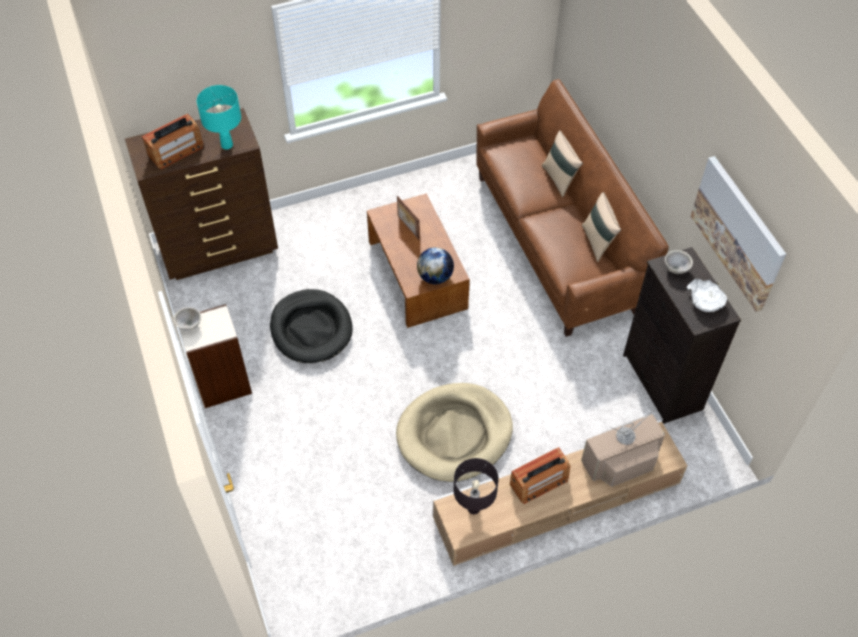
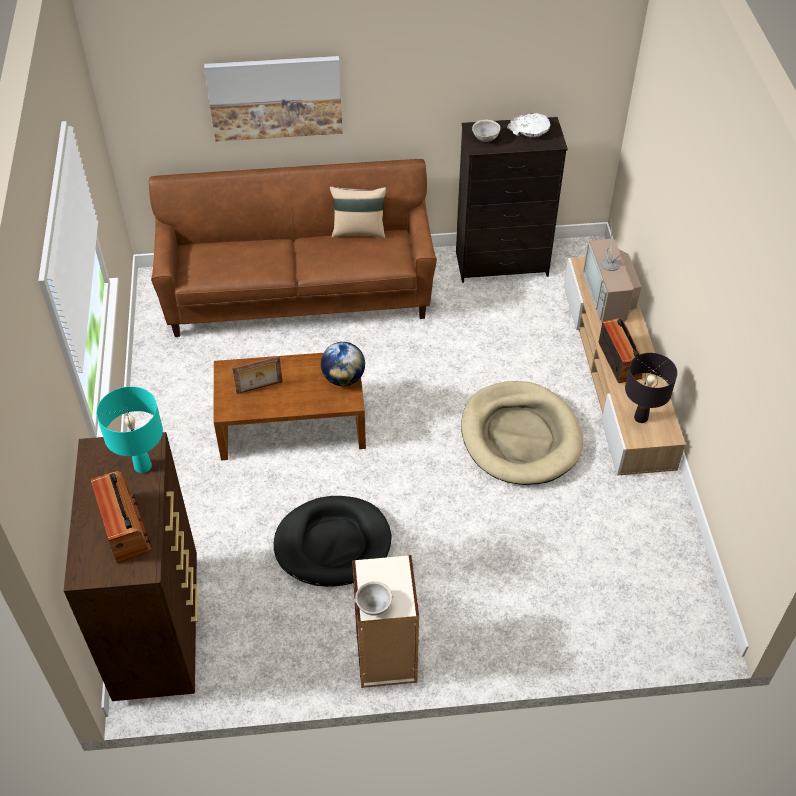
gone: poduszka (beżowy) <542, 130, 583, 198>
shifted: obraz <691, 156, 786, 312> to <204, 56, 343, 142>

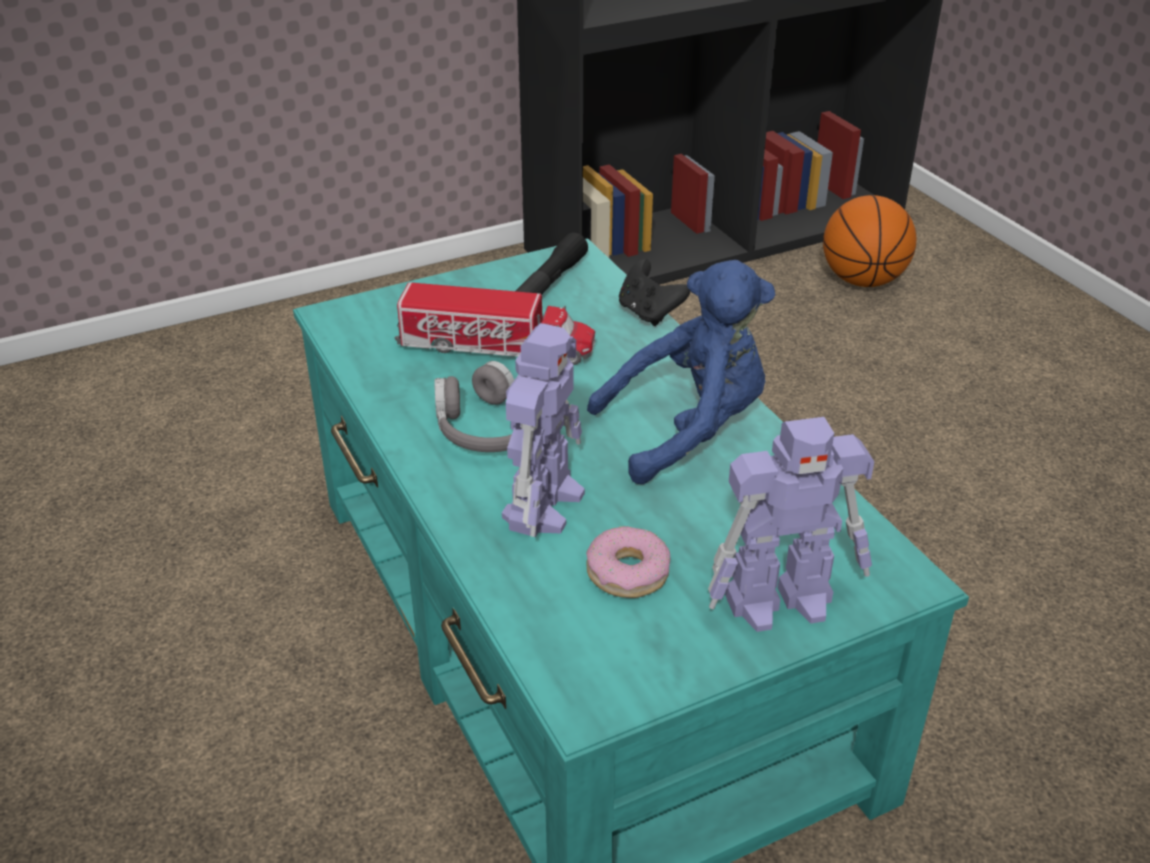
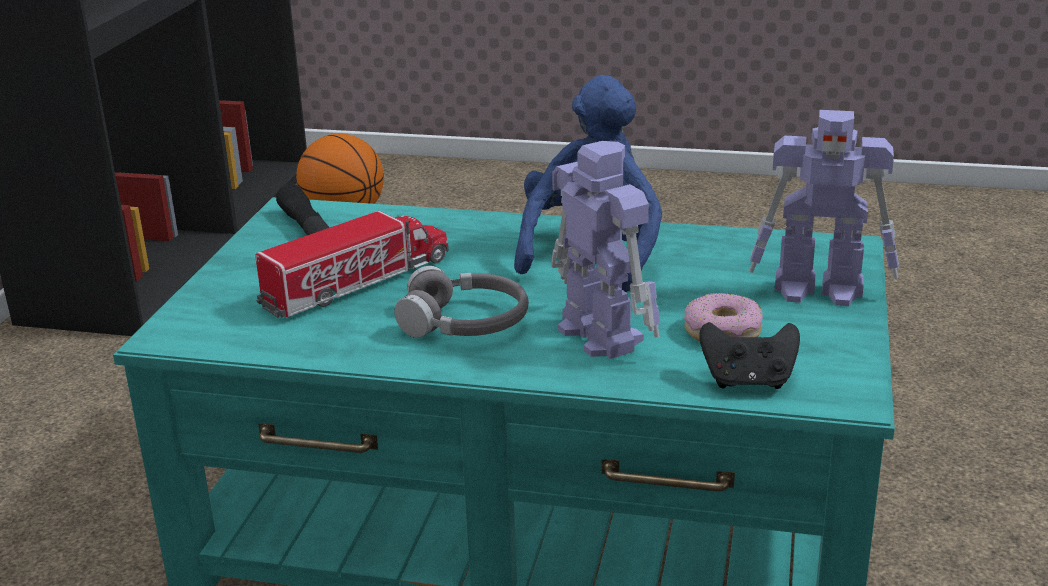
shifted: pad do gier (czarny) <619, 259, 690, 326> to <699, 322, 800, 389>
rotated: robot zabawkowy <708, 417, 874, 632> = <749, 110, 899, 306> 75 degrees clockwise

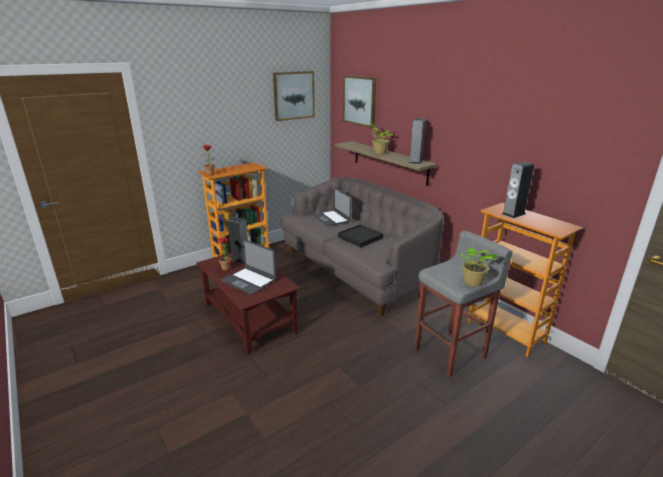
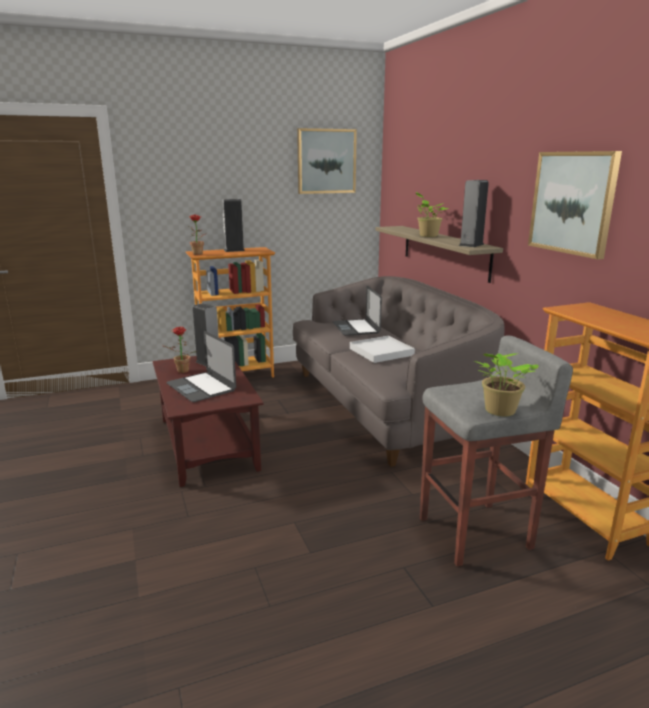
shifted: obraz <343, 75, 376, 128> to <528, 151, 622, 259>; głośnik <502, 162, 534, 218> to <222, 199, 245, 252>
repainted: taca (czarny) <338, 225, 383, 248> to taca (biały) <350, 336, 415, 363>

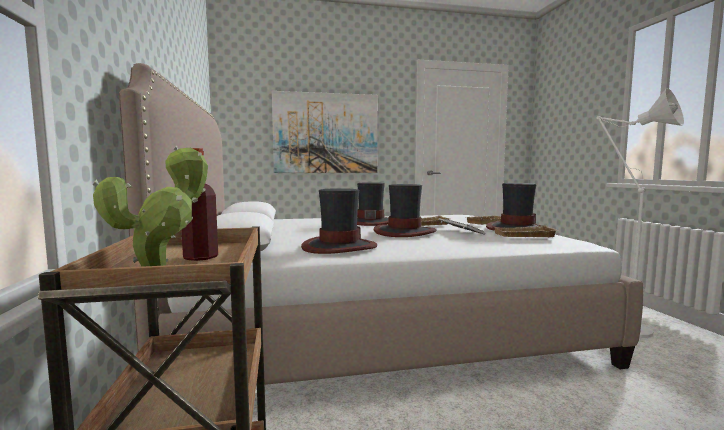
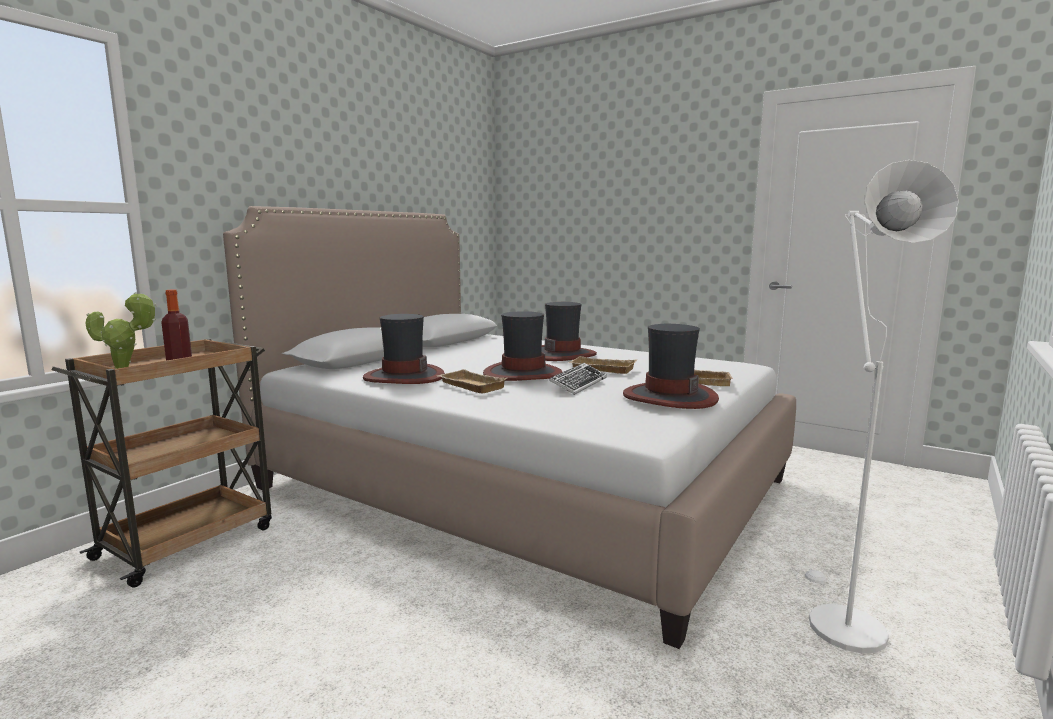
gone: obraz <272, 91, 378, 173>
shifted: taca (beżowy) <494, 225, 558, 237> to <437, 369, 507, 393>

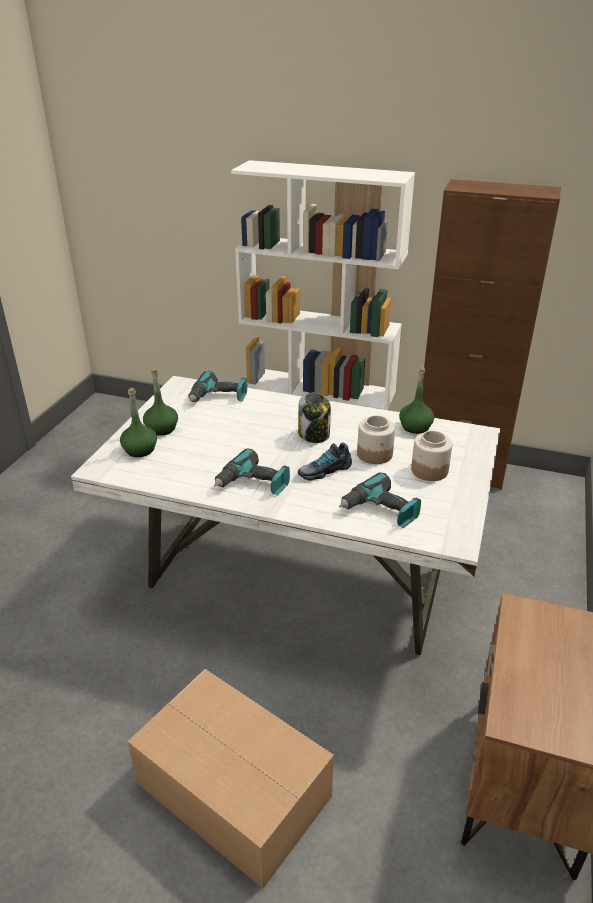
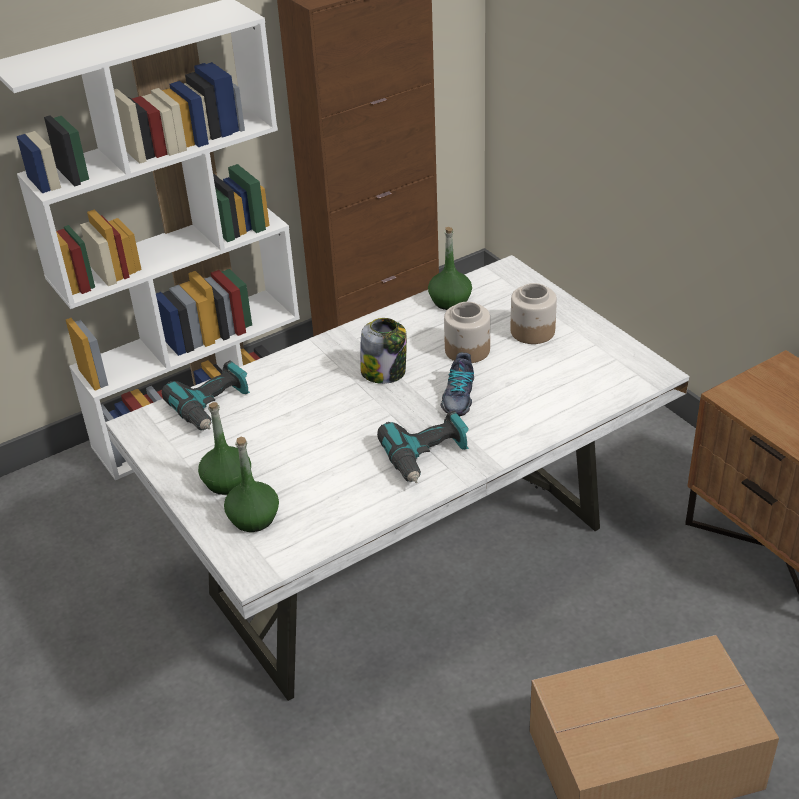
gone: wiertarka <339, 472, 421, 528>

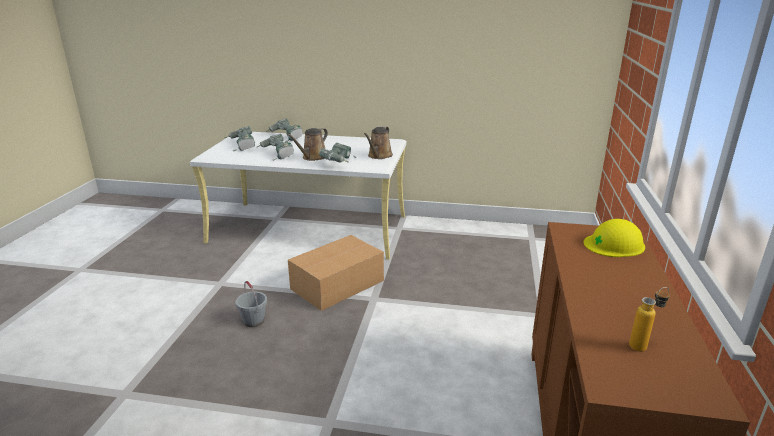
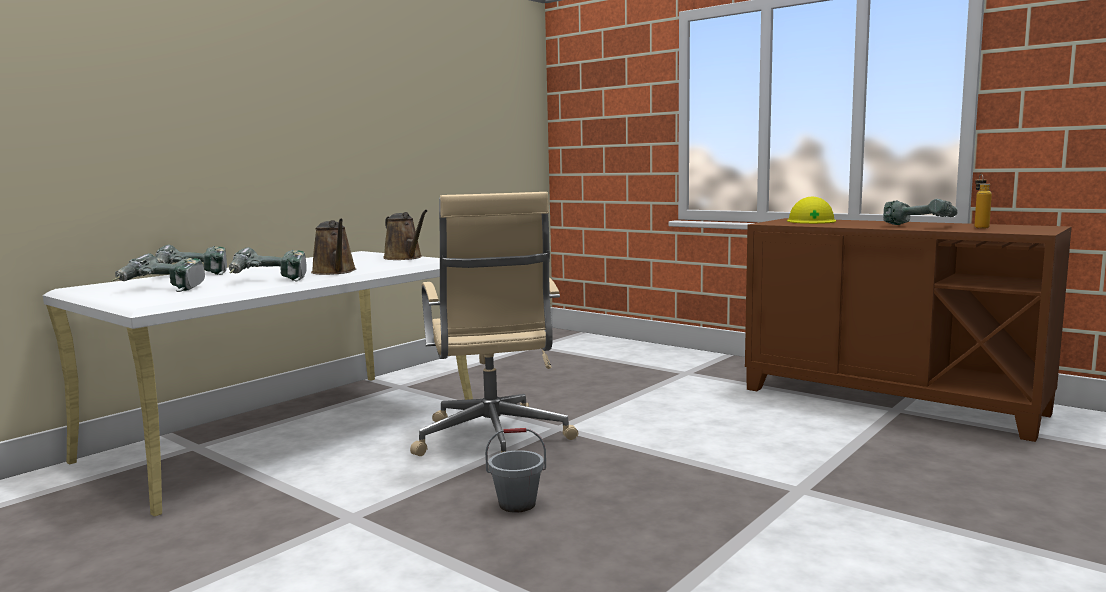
shifted: wiertarka <319, 143, 356, 163> to <883, 199, 958, 225>
swapped: karton <288, 235, 384, 311> to krzesło biurowe (beżowy) <410, 192, 578, 456>

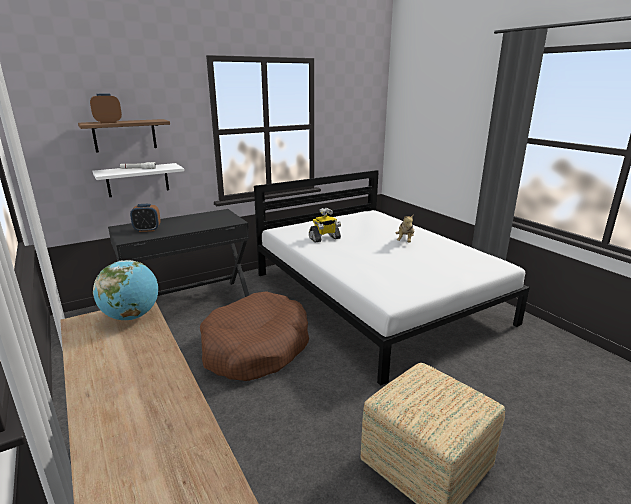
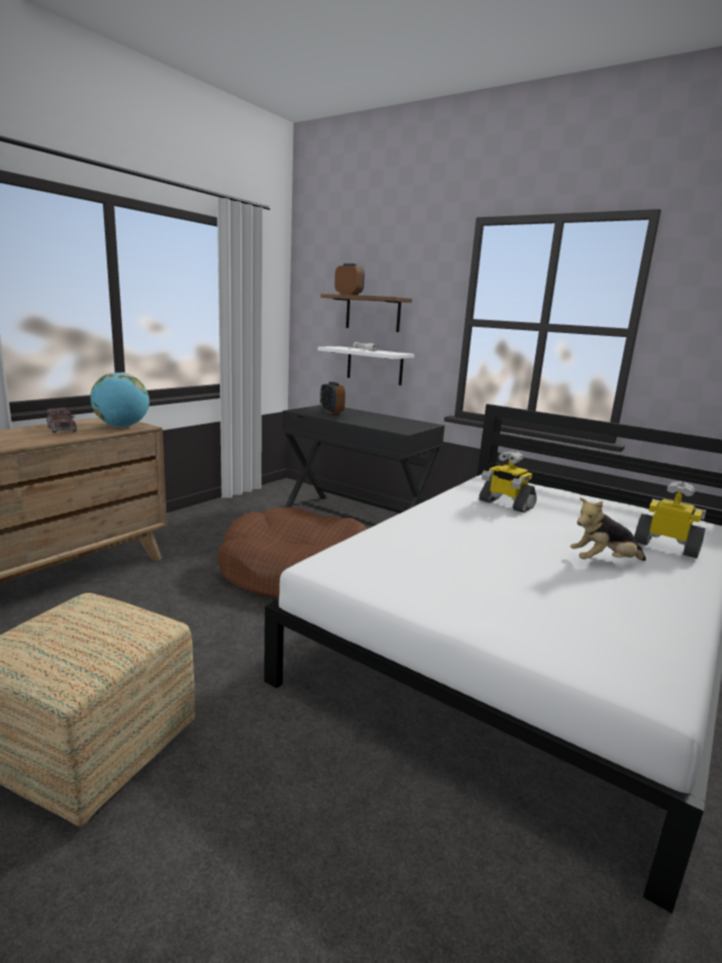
new: ciężarówka zabawkowa <46, 407, 77, 433>; robot zabawkowy <634, 481, 706, 558>

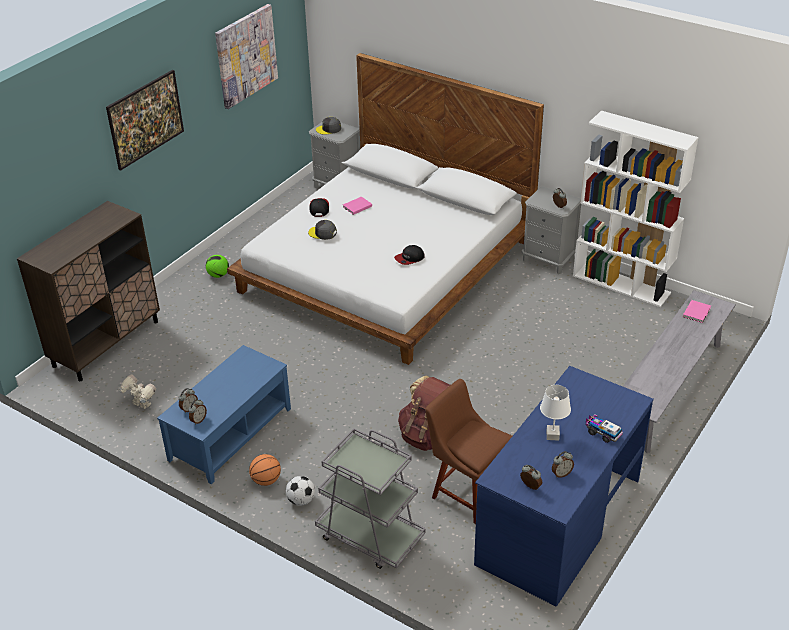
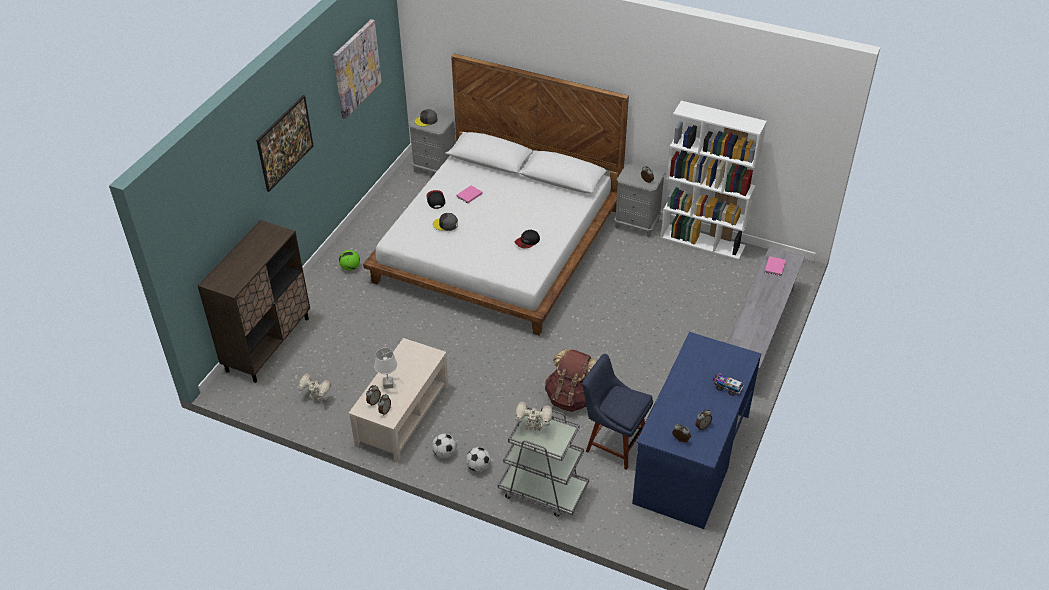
new: robot zabawkowy <515, 402, 552, 431>
shifted: lampa stołowa (biały) <540, 385, 571, 441> to <374, 348, 398, 389>
swapped: piłka do koszykówki <249, 454, 281, 486> to piłka futbolowa <432, 434, 456, 458>
repainted: ława (niebieski) <157, 345, 291, 484> to ława (beżowy) <349, 338, 449, 462>; krzesło (brązowy) <425, 379, 512, 524> to krzesło (niebieski) <582, 354, 653, 470>

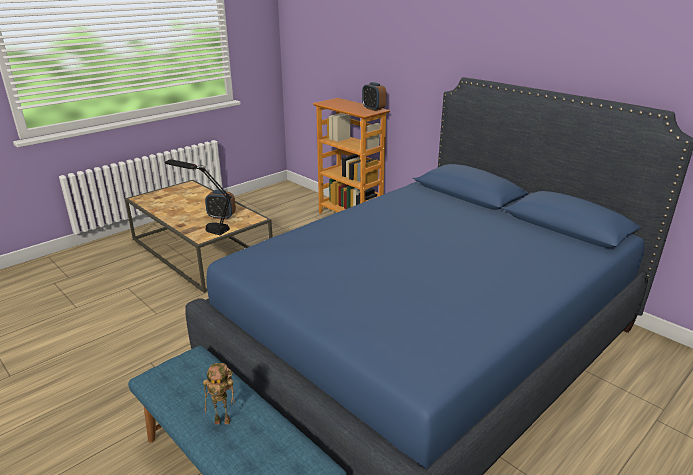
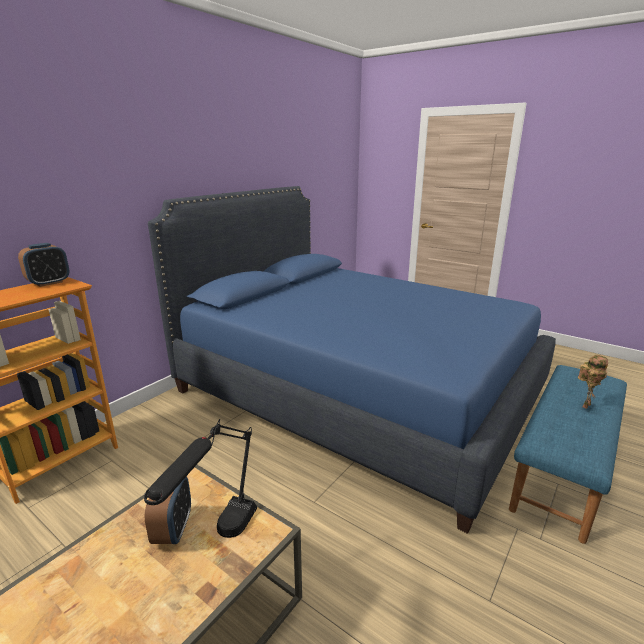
rotated: robot zabawkowy <203, 363, 235, 424> = <578, 355, 608, 409> 60 degrees clockwise

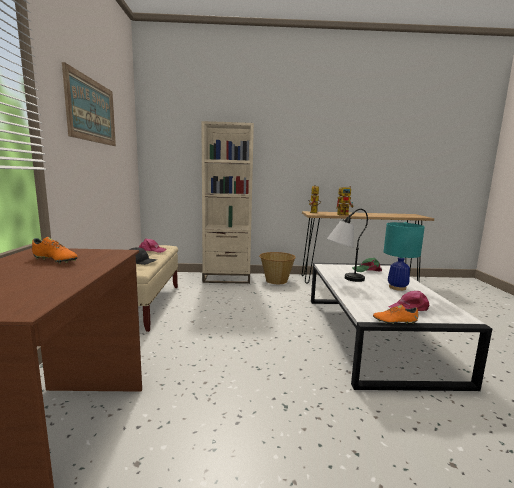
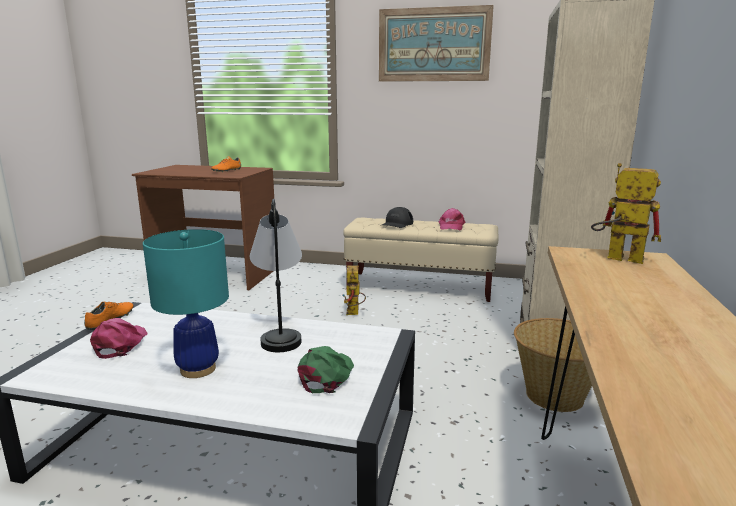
shifted: robot zabawkowy <336, 186, 354, 216> to <342, 265, 366, 315>

